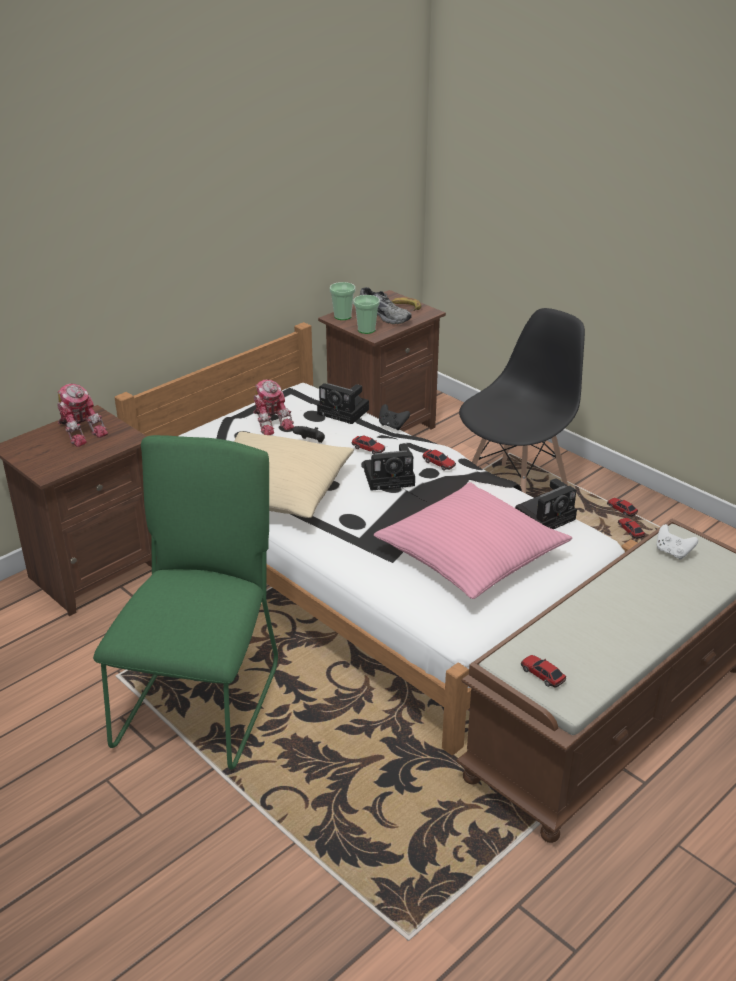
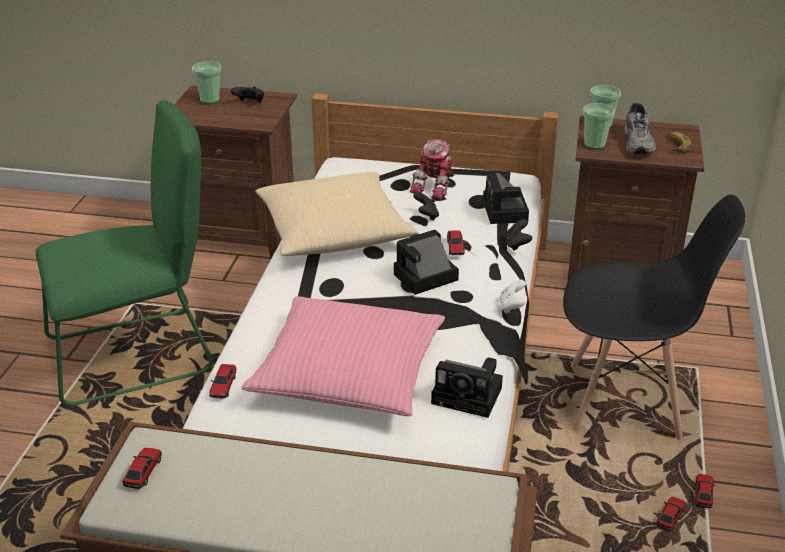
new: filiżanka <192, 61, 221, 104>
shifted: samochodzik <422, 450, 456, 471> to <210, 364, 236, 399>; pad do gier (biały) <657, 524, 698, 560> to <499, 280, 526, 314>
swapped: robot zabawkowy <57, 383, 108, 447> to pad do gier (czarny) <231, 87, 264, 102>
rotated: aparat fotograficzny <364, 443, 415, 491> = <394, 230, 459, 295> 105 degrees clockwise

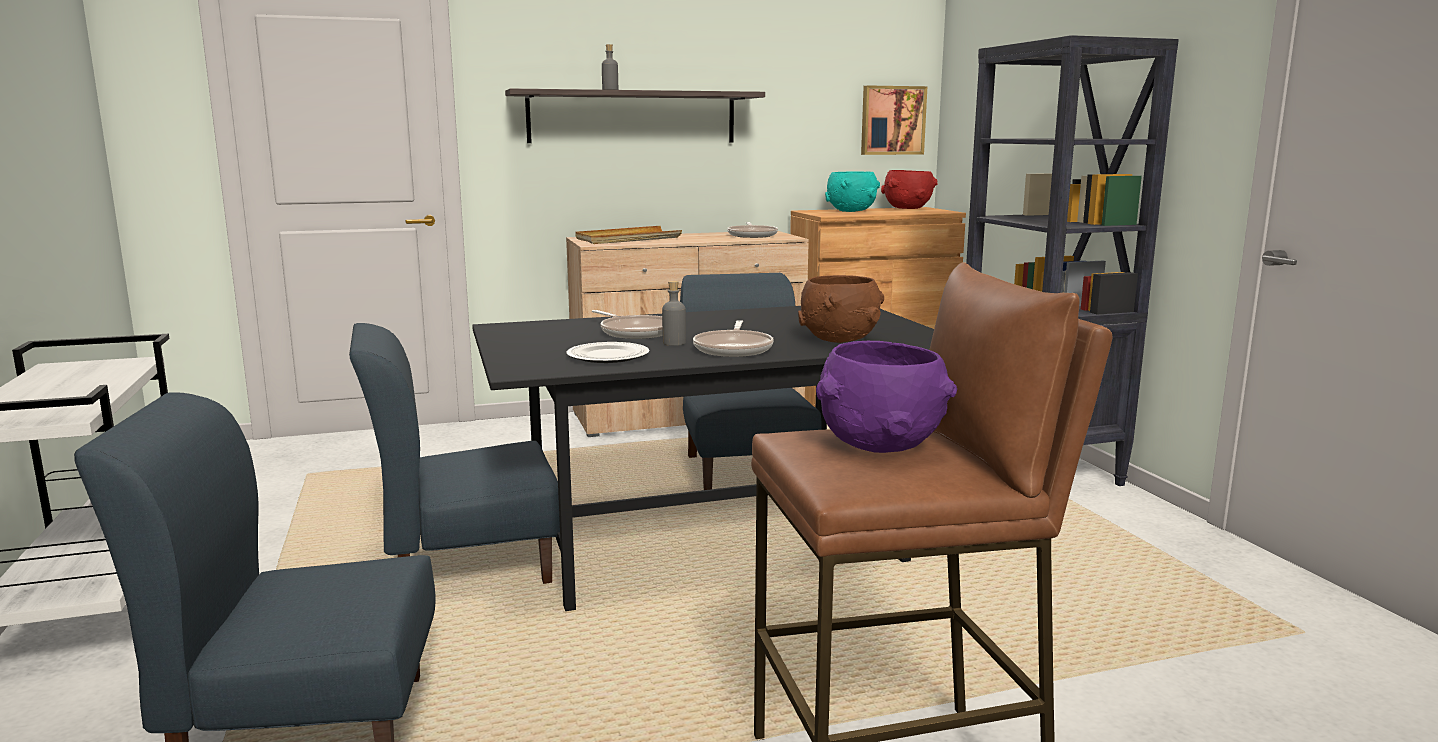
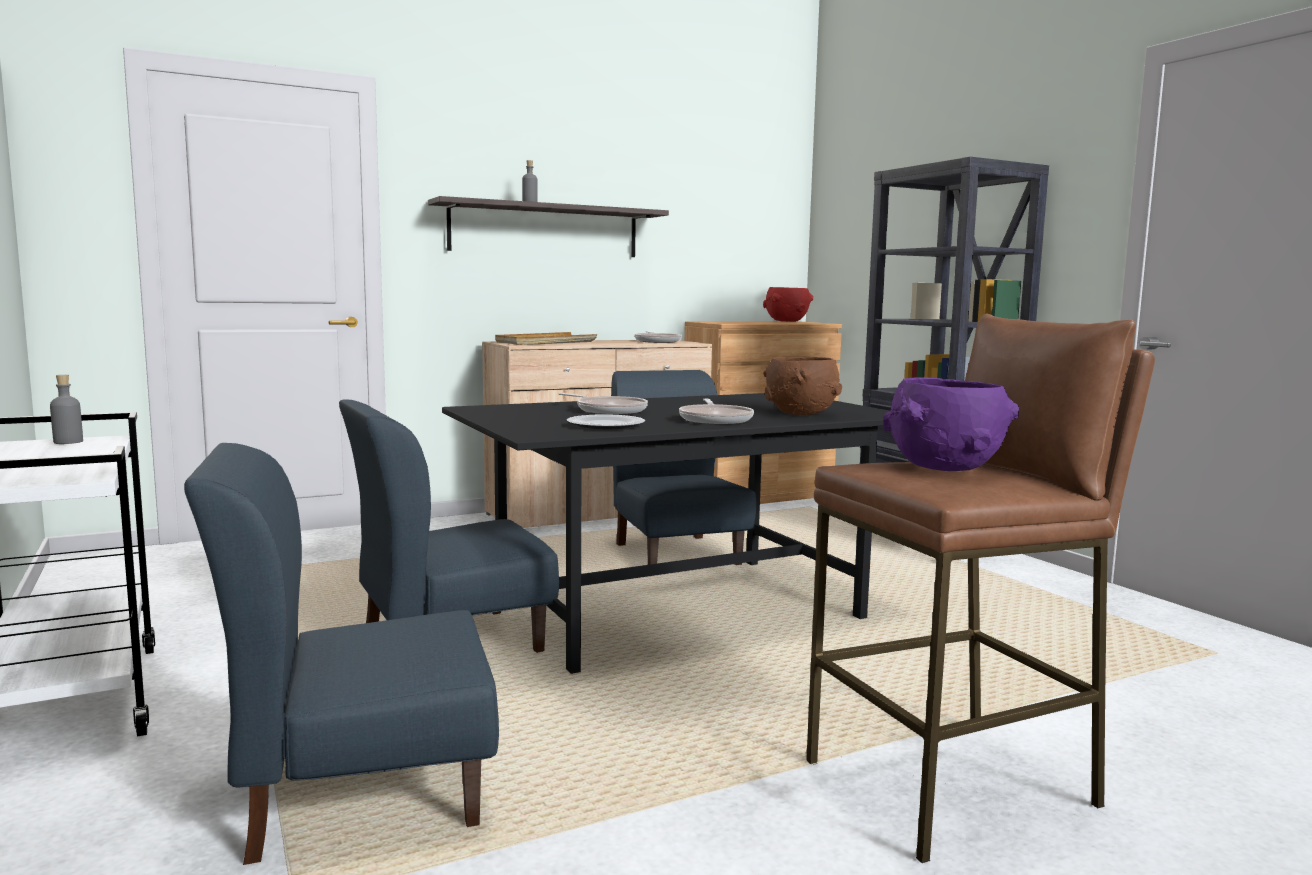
gone: obraz <861, 85, 927, 155>; miska (turkusowy) <825, 172, 880, 212>
shifted: butelka (szary) <662, 281, 686, 346> to <50, 375, 83, 444>

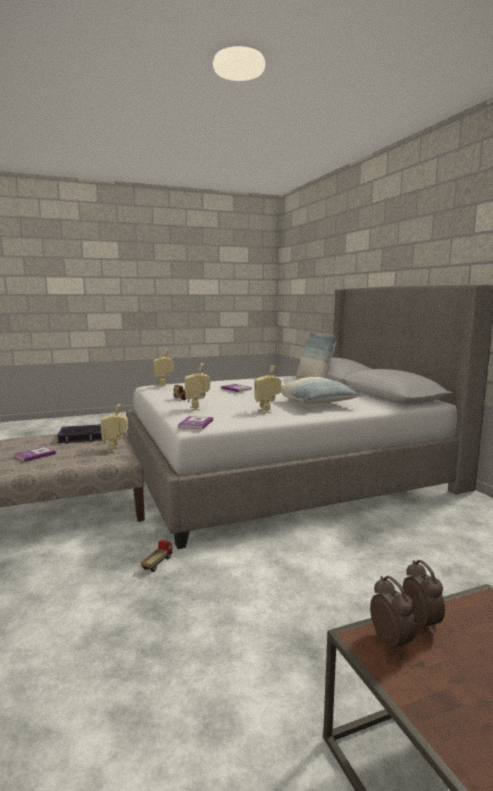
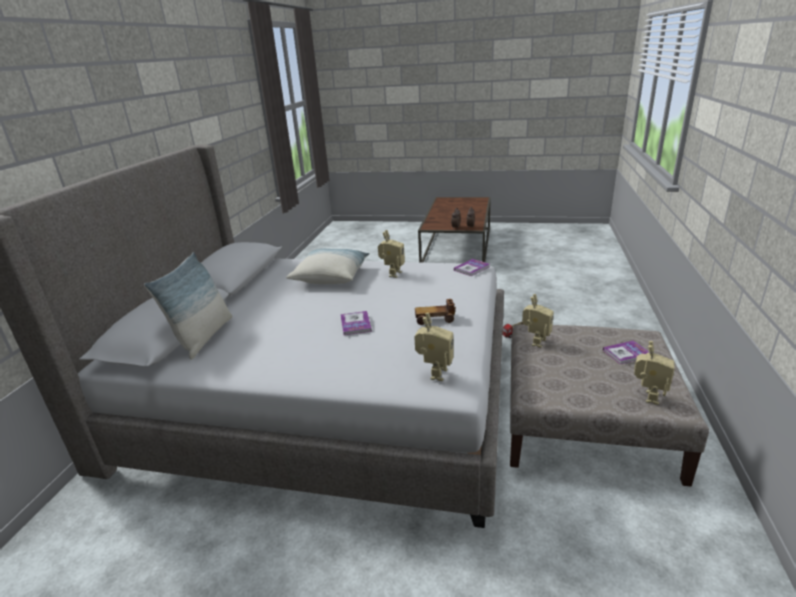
gone: książka <57, 424, 102, 444>
shifted: robot zabawkowy <185, 363, 210, 411> to <634, 341, 675, 405>

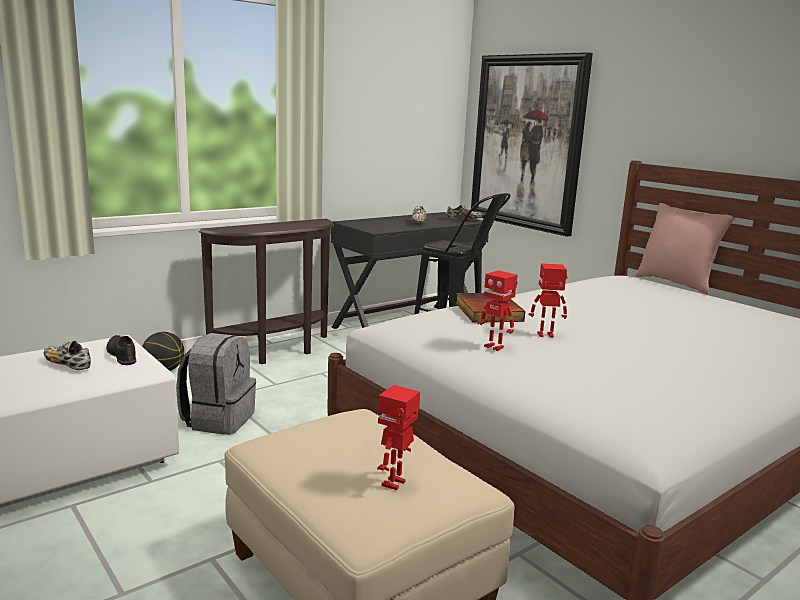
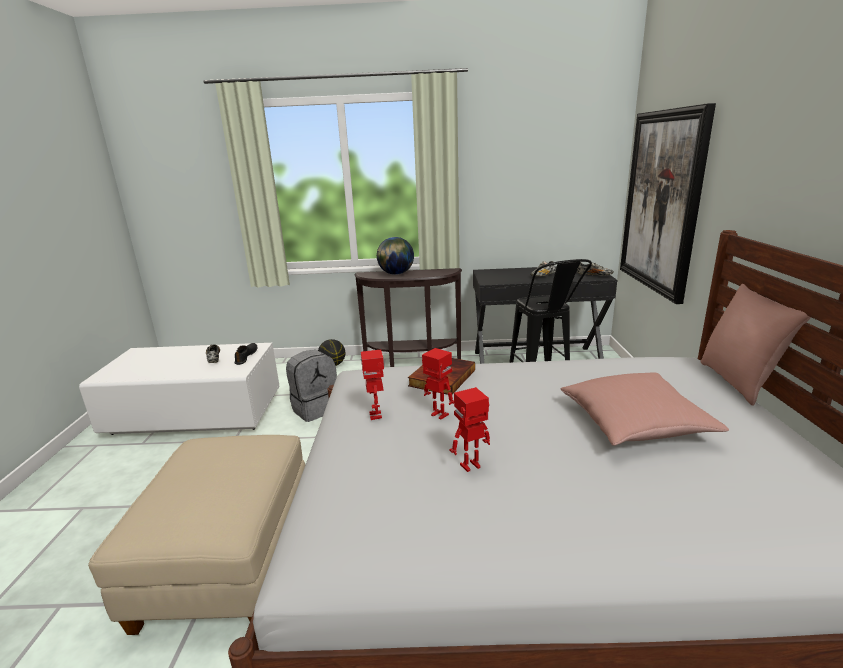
new: globus <377, 237, 414, 275>; poduszka (różowy) <561, 373, 729, 446>
shifted: robot zabawkowy <377, 385, 420, 490> to <449, 387, 490, 472>

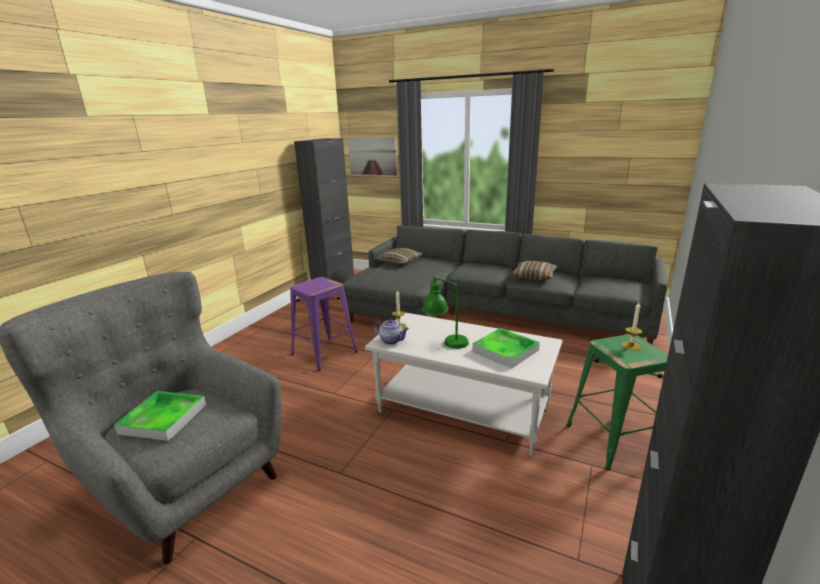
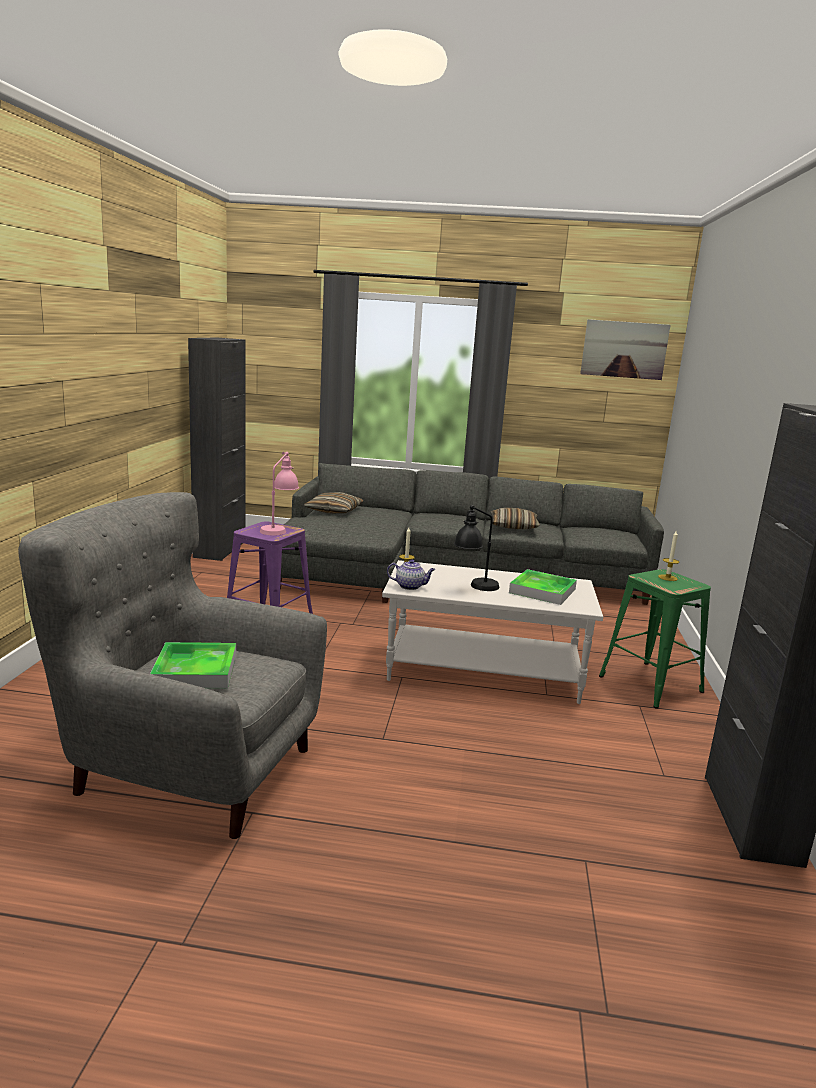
new: lampa stołowa (różowy) <260, 452, 299, 536>
shifted: obraz <348, 137, 397, 175> to <580, 319, 670, 380>
repainted: lampa stołowa (zielony) <423, 276, 469, 349> to lampa stołowa (czarny) <454, 505, 499, 591>

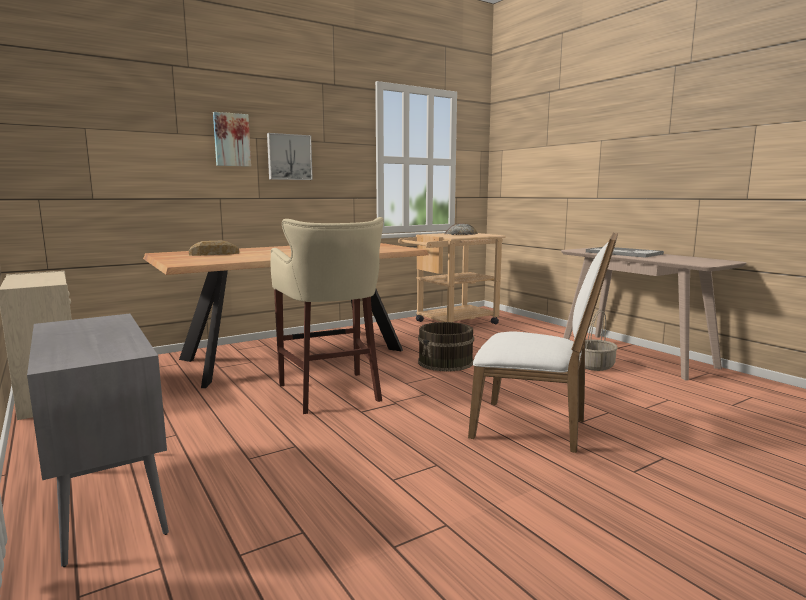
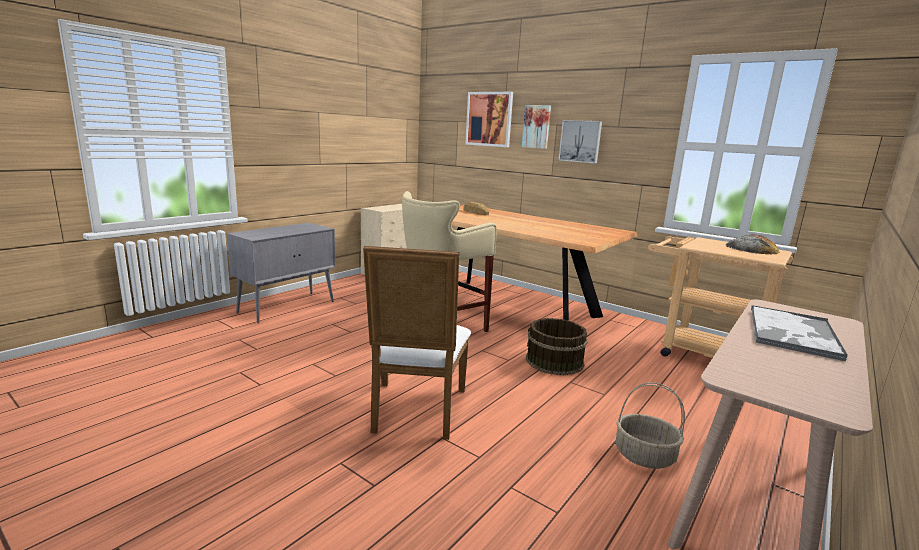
new: obraz <465, 92, 513, 147>

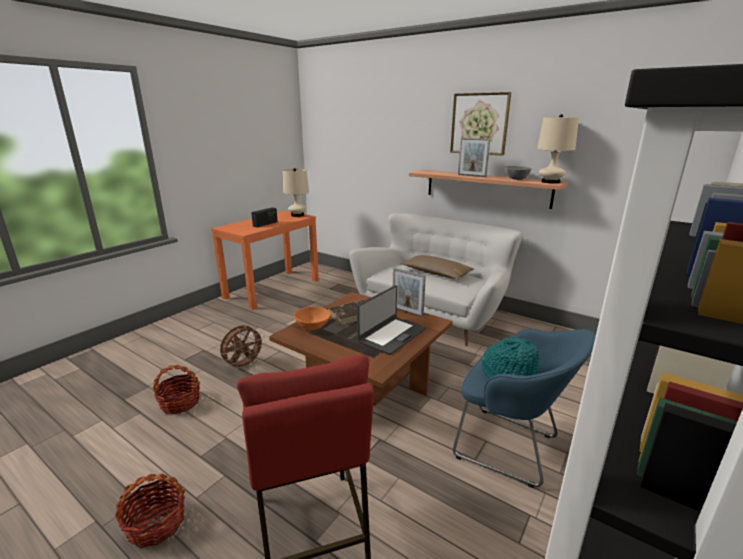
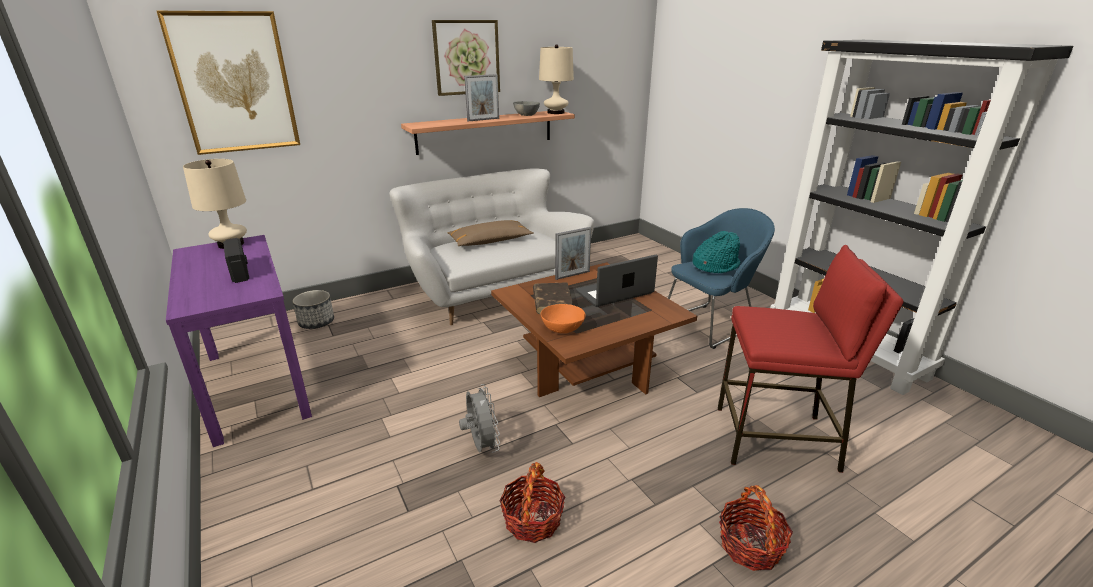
new: obraz <157, 11, 300, 155>; donica <293, 290, 334, 329>
repainted: stolik konsolowy (pomarańczowy) <211, 211, 319, 310> to stolik konsolowy (fioletowy) <166, 235, 312, 447>; wentylator (brązowy) <220, 325, 265, 370> to wentylator (szary) <459, 384, 500, 453>
rotated: laptop <357, 285, 426, 355> = <576, 255, 658, 307> 90 degrees counterclockwise

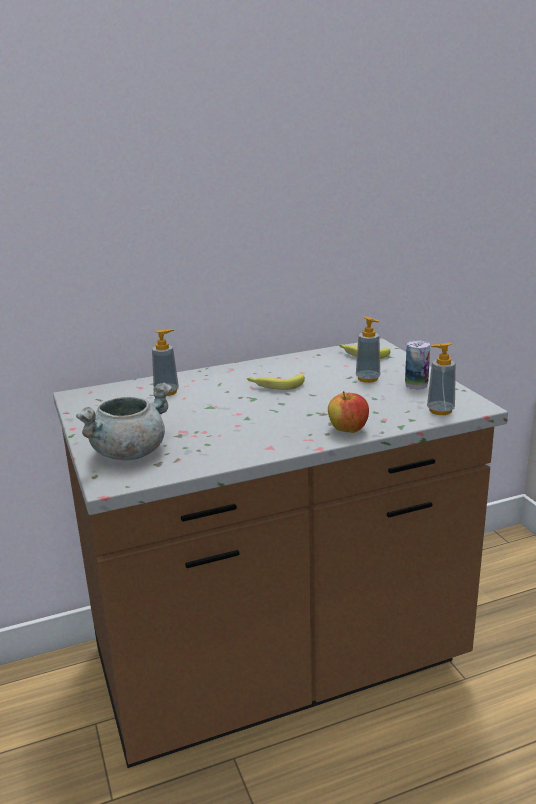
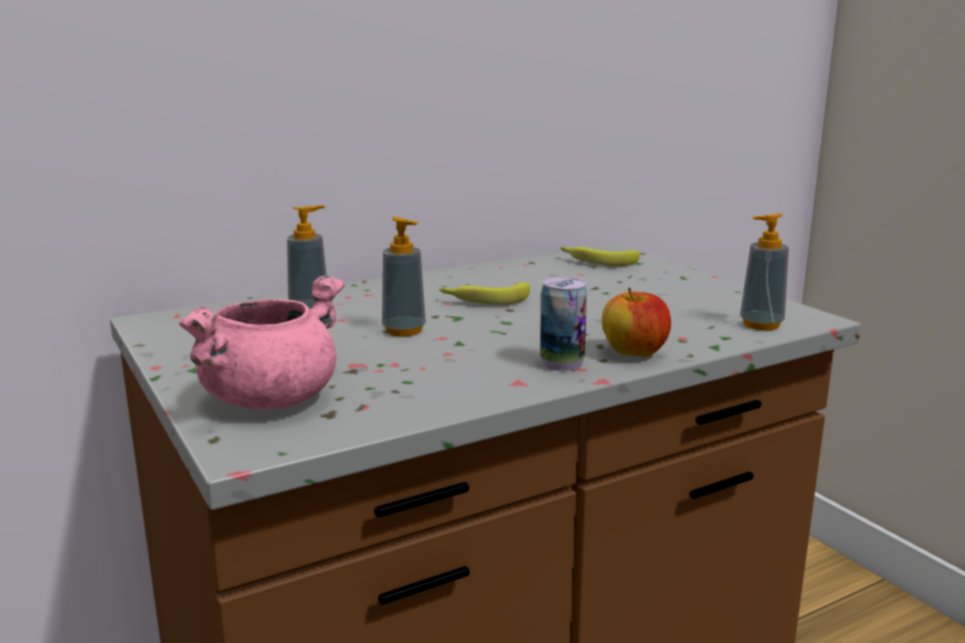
shifted: dozownik mydła <356, 316, 380, 383> to <382, 217, 426, 337>; puszka <405, 341, 430, 390> to <540, 277, 587, 371>
repainted: garnek (szary) <76, 383, 172, 461> to garnek (różowy) <179, 275, 344, 410>

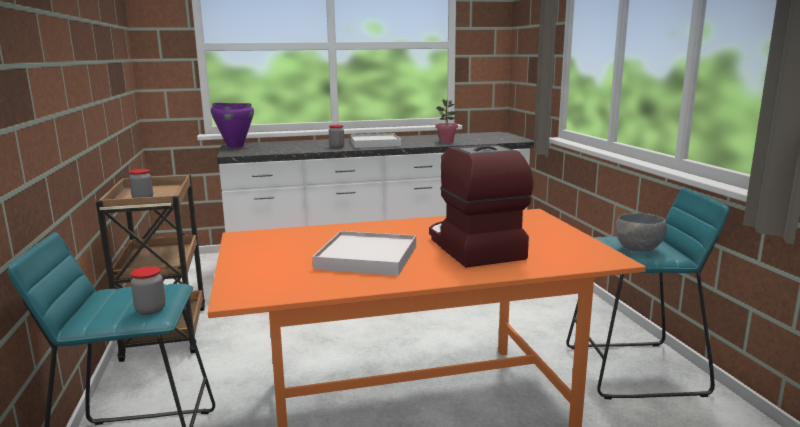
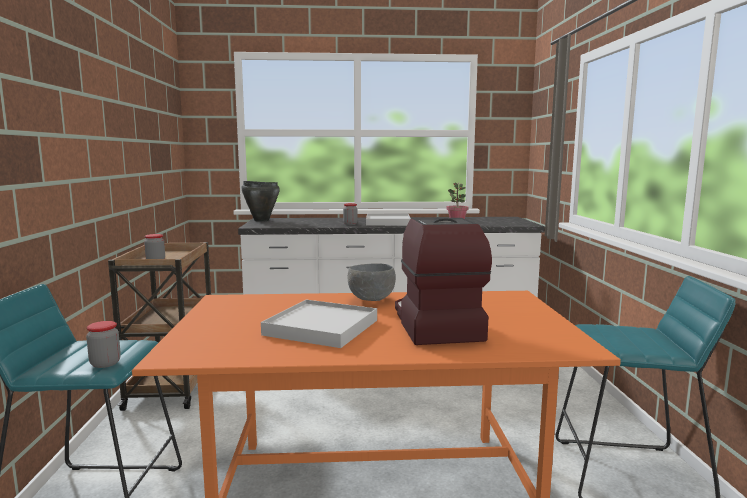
shifted: miska (szary) <616, 213, 667, 252> to <348, 263, 396, 301>
repainted: garnek (fioletowy) <211, 103, 254, 148> to garnek (czarny) <241, 181, 280, 222>

